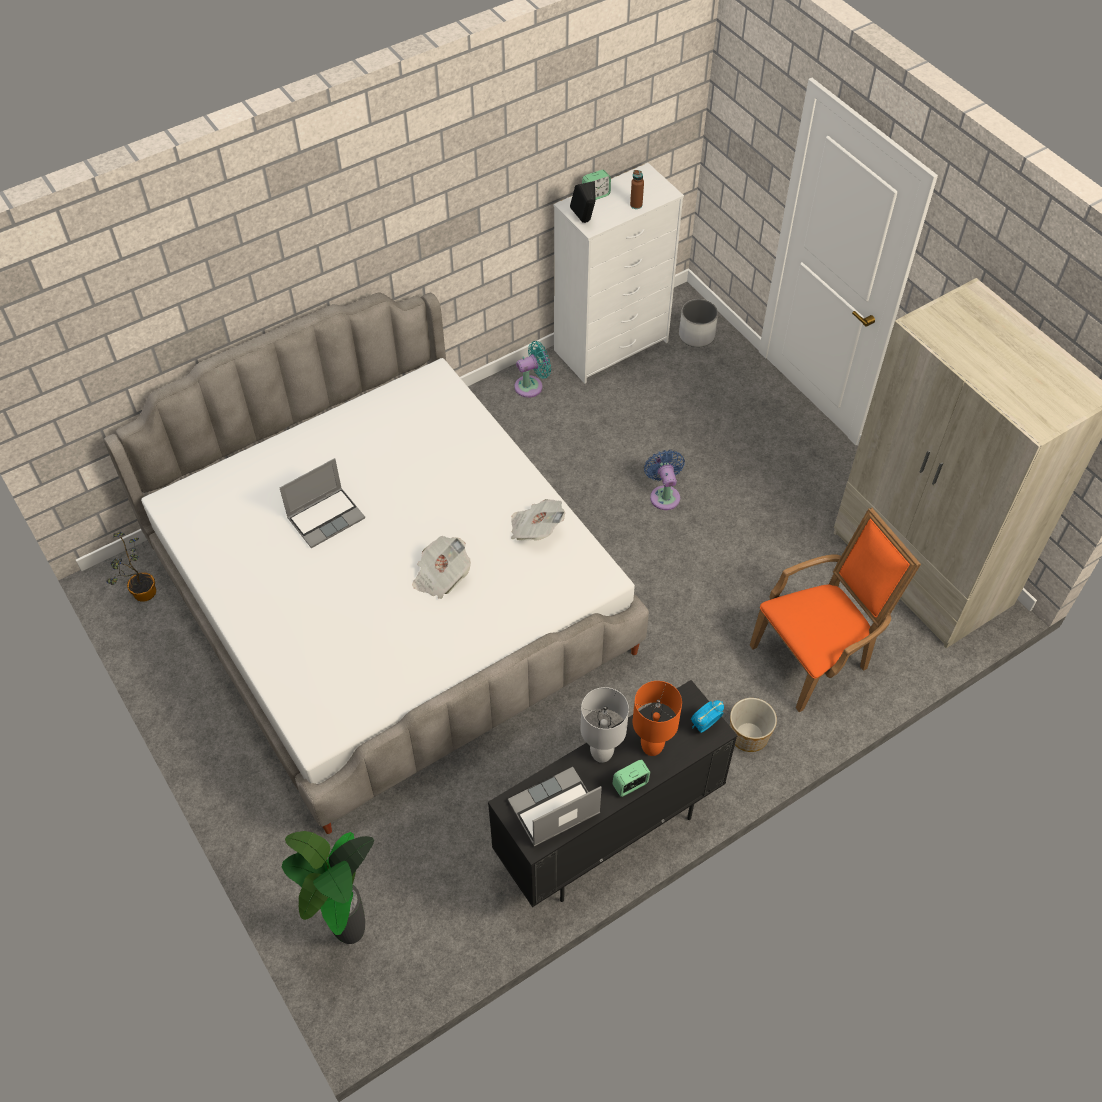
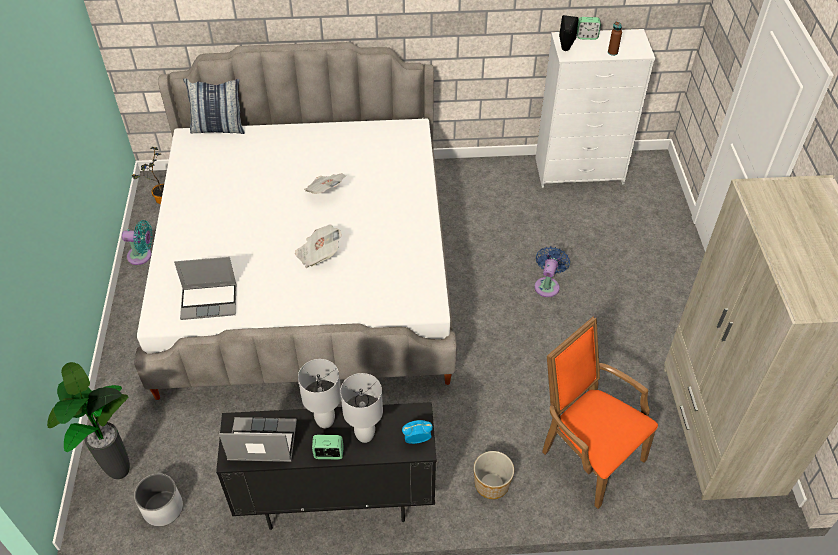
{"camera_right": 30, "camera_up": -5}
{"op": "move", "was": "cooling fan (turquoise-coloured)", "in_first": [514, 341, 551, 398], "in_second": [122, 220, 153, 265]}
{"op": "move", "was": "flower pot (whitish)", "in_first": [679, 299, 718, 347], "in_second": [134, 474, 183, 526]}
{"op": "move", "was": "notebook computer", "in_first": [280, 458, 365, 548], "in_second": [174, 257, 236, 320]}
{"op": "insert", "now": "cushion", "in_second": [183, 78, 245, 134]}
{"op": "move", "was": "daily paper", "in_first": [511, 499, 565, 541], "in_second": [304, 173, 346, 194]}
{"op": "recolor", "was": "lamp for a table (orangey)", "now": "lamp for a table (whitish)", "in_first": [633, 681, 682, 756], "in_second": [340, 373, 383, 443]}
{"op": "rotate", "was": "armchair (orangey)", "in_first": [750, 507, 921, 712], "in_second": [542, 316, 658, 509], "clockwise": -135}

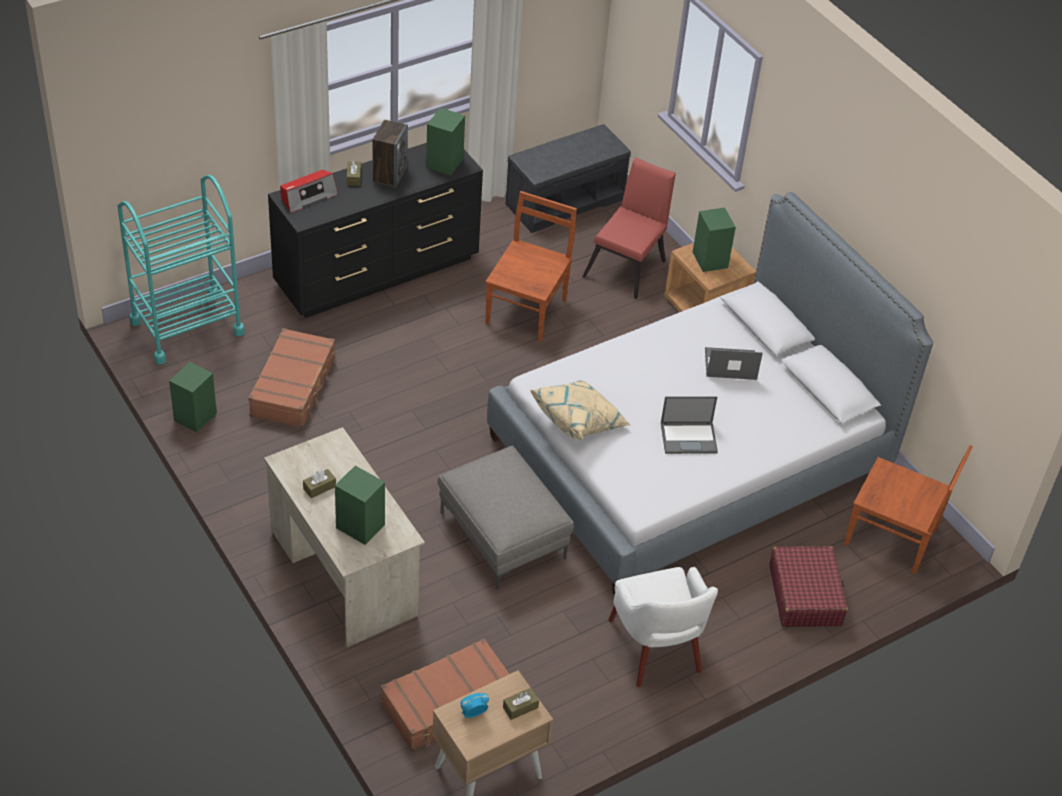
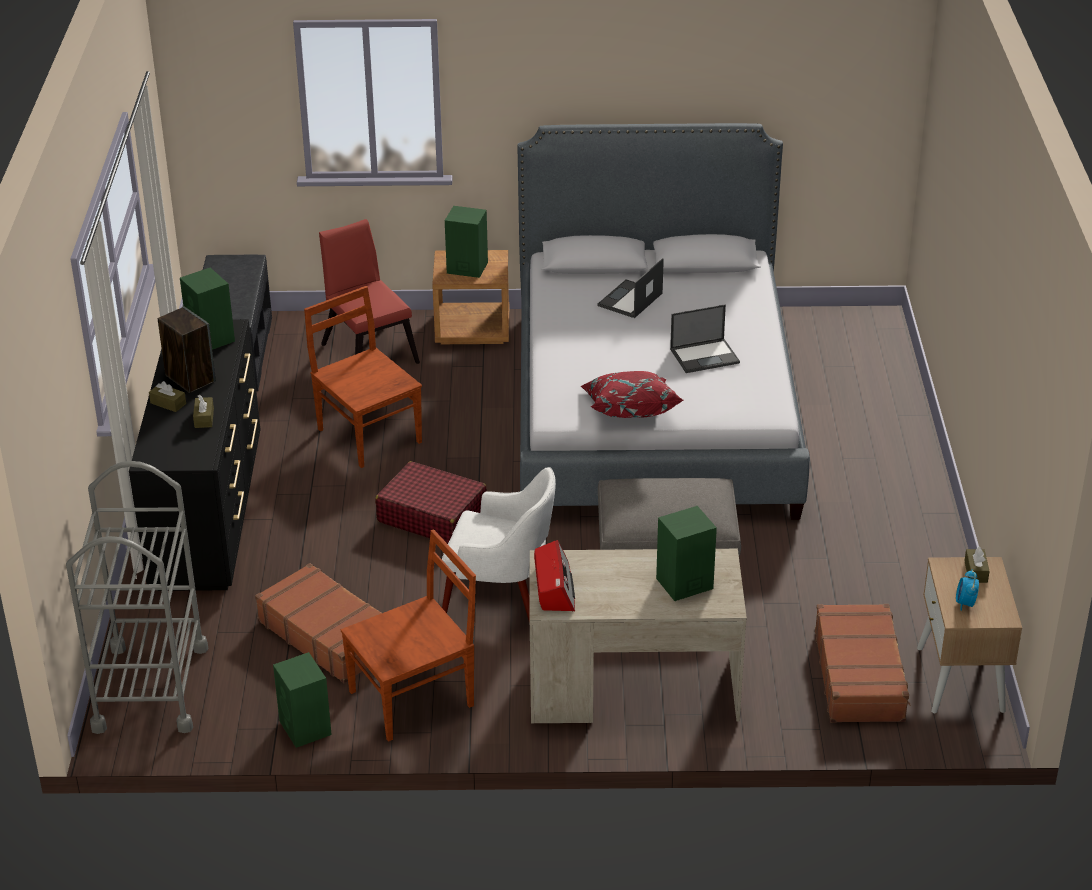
{"camera_right": -55, "camera_up": -10}
{"op": "recolor", "was": "trolley (turquoise-coloured)", "now": "trolley (grey)", "in_first": [118, 175, 245, 364], "in_second": [66, 461, 208, 734]}
{"op": "move", "was": "box of tissues (brown-coloured)", "in_first": [303, 469, 336, 498], "in_second": [193, 395, 214, 428]}
{"op": "move", "was": "plain chair (brown-coloured)", "in_first": [844, 445, 973, 574], "in_second": [341, 530, 476, 742]}
{"op": "move", "was": "suitcase (reddish)", "in_first": [769, 546, 848, 627], "in_second": [375, 461, 487, 544]}
{"op": "move", "was": "armchair (whitish)", "in_first": [608, 567, 718, 687], "in_second": [442, 467, 556, 623]}
{"op": "move", "was": "radio receiver", "in_first": [280, 170, 338, 213], "in_second": [534, 540, 575, 611]}
{"op": "recolor", "was": "cushion (sand-coloured)", "now": "cushion (reddish)", "in_first": [530, 380, 630, 440], "in_second": [580, 371, 683, 418]}
{"op": "rotate", "was": "notebook computer", "in_first": [661, 396, 718, 454], "in_second": [670, 304, 740, 373], "clockwise": 45}

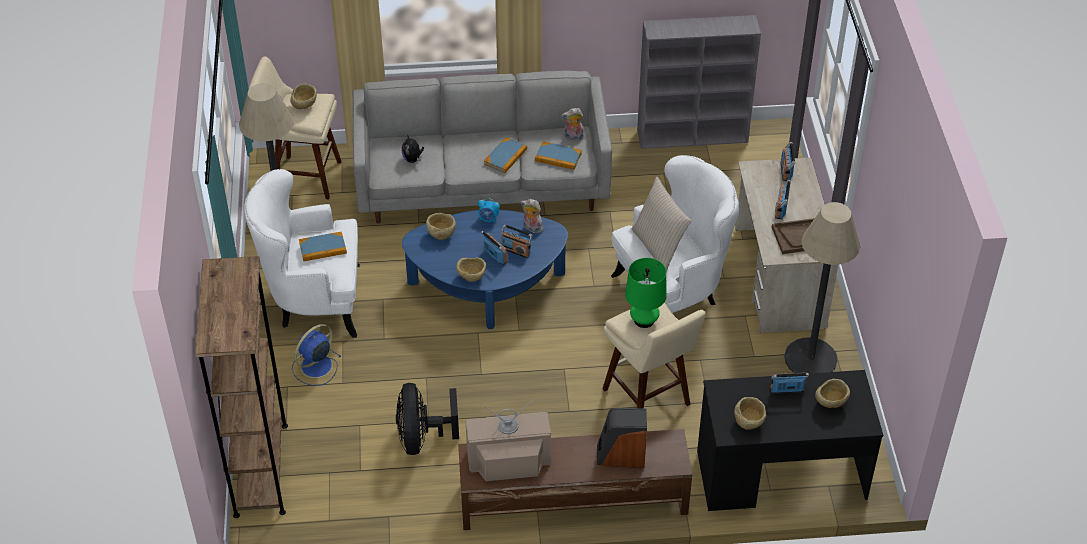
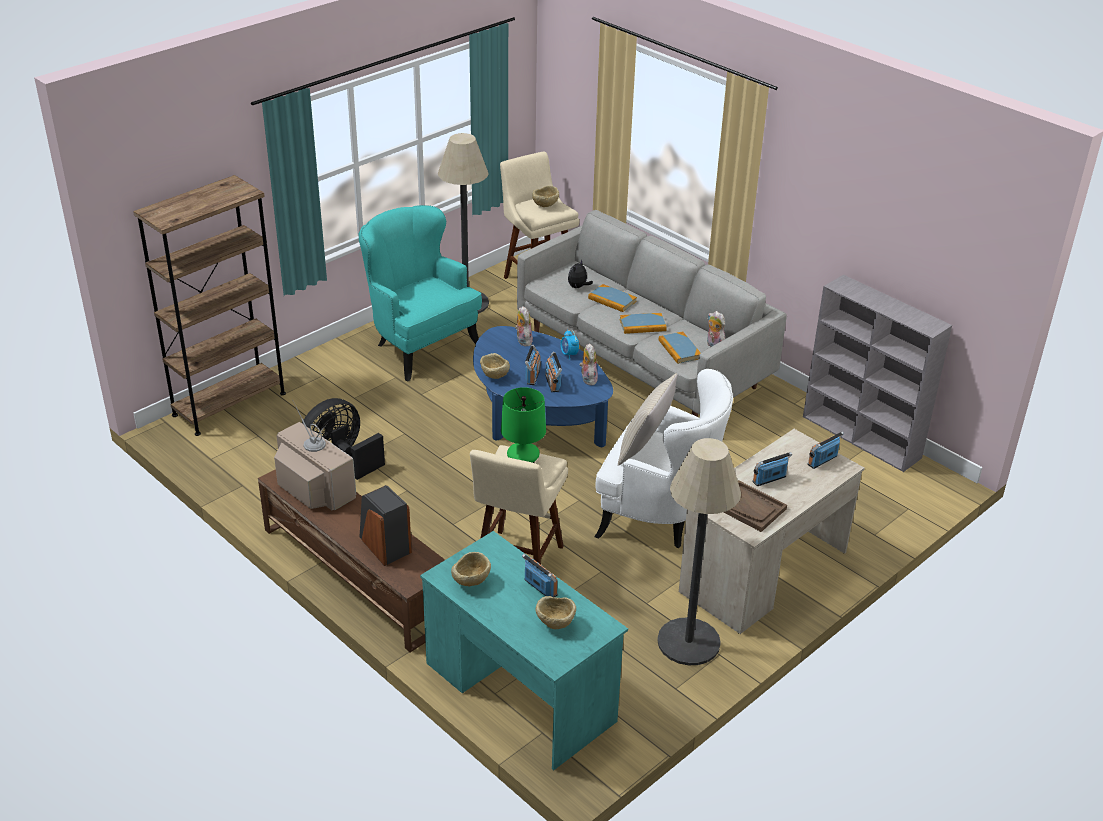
{"camera_right": 50, "camera_up": -10}
{"op": "recolor", "was": "armchair (whitish)", "now": "armchair (turquoise-coloured)", "in_first": [244, 169, 360, 338], "in_second": [359, 205, 482, 382]}
{"op": "recolor", "was": "desk unit (blackish)", "now": "desk unit (turquoise-coloured)", "in_first": [697, 370, 883, 511], "in_second": [420, 531, 628, 770]}
{"op": "replace", "was": "deep dish (sand-coloured)", "now": "plush toy", "in_first": [426, 213, 456, 240], "in_second": [515, 306, 533, 346]}
{"op": "move", "was": "book", "in_first": [299, 232, 347, 261], "in_second": [588, 284, 637, 312]}
{"op": "delete", "was": "cooling fan (blue)", "in_first": [292, 324, 342, 386]}

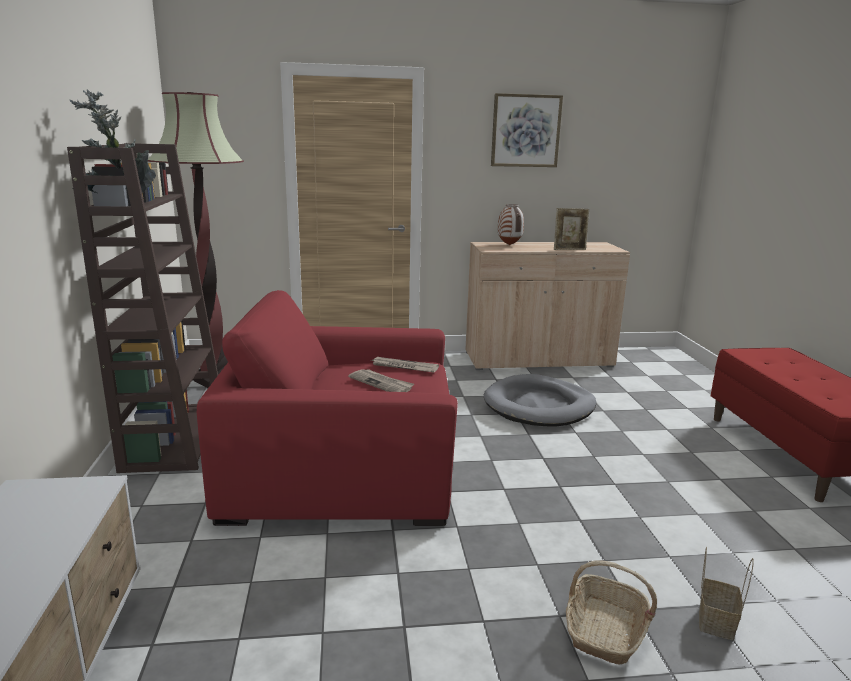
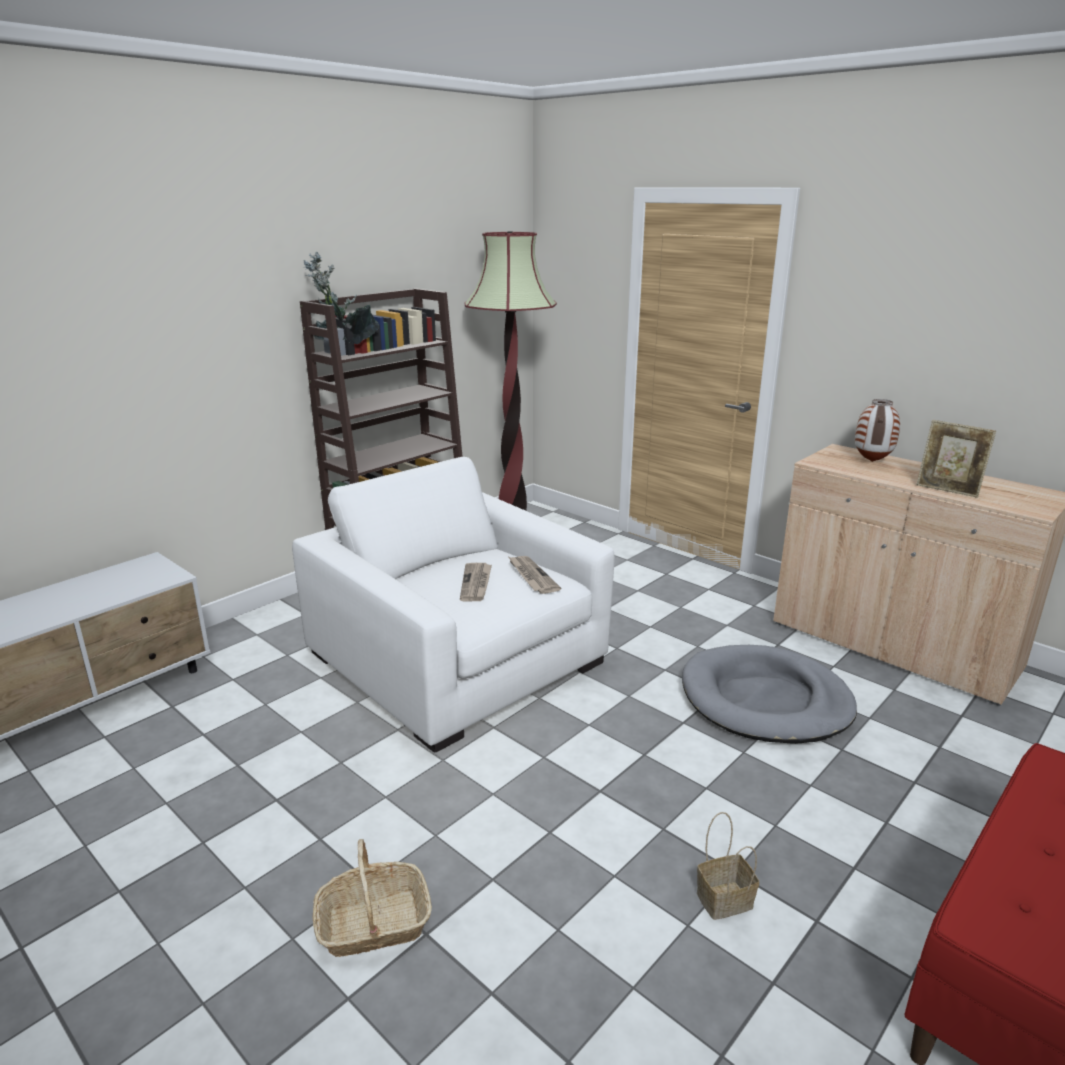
{"camera_right": 50, "camera_up": 5}
{"op": "recolor", "was": "armchair (reddish)", "now": "armchair (whitish)", "in_first": [197, 290, 458, 526], "in_second": [292, 457, 615, 752]}
{"op": "move", "was": "storage basket", "in_first": [699, 547, 754, 640], "in_second": [697, 812, 759, 920]}
{"op": "delete", "was": "wall picture", "in_first": [491, 93, 563, 167]}

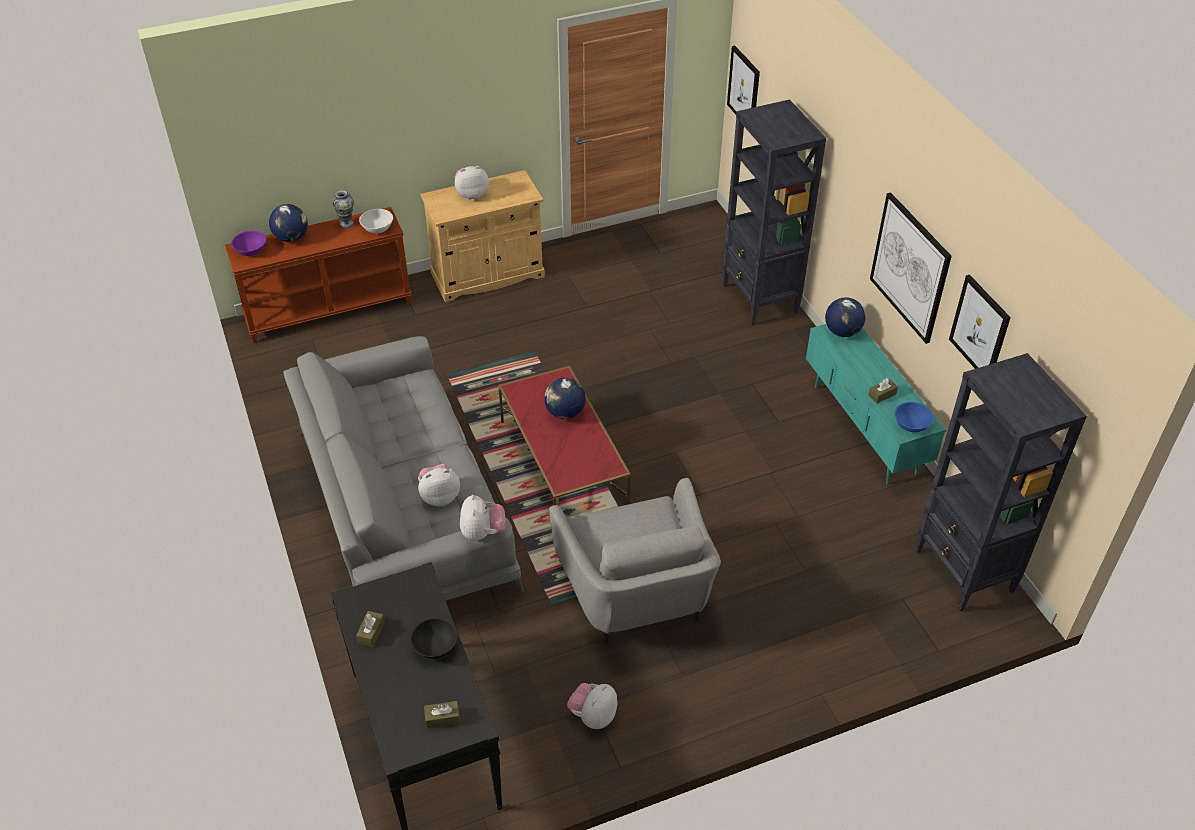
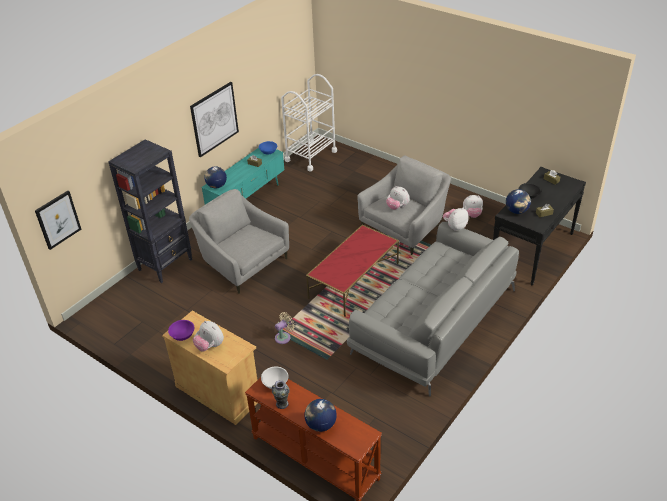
{"camera_right": -120, "camera_up": -5}
{"op": "move", "was": "deep dish (purple)", "in_first": [231, 230, 266, 256], "in_second": [168, 320, 194, 341]}
{"op": "insert", "now": "armchair (grey)", "in_second": [189, 189, 289, 294]}
{"op": "insert", "now": "cooling fan (sand-coloured)", "in_second": [275, 312, 295, 344]}
{"op": "replace", "was": "shelving unit (blackish)", "now": "trolley (whitish)", "in_first": [915, 353, 1087, 611], "in_second": [281, 74, 337, 172]}
{"op": "move", "was": "plush toy", "in_first": [418, 464, 460, 506], "in_second": [386, 186, 410, 210]}
{"op": "move", "was": "globe", "in_first": [544, 378, 586, 419], "in_second": [506, 189, 531, 214]}
{"op": "delete", "was": "wall picture", "in_first": [949, 275, 1011, 369]}

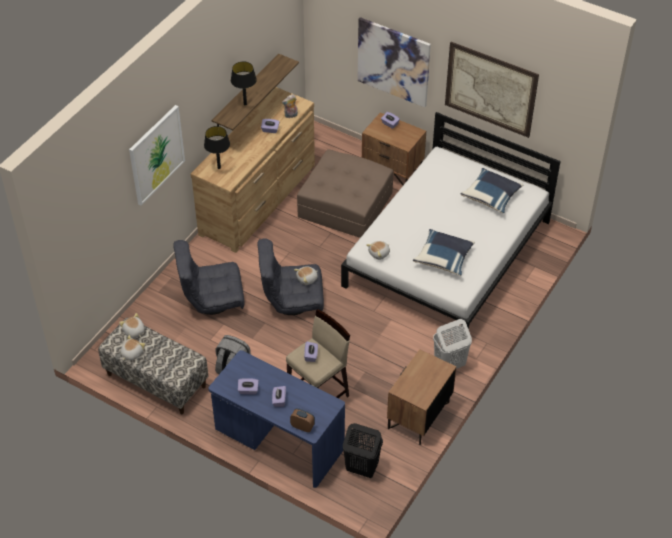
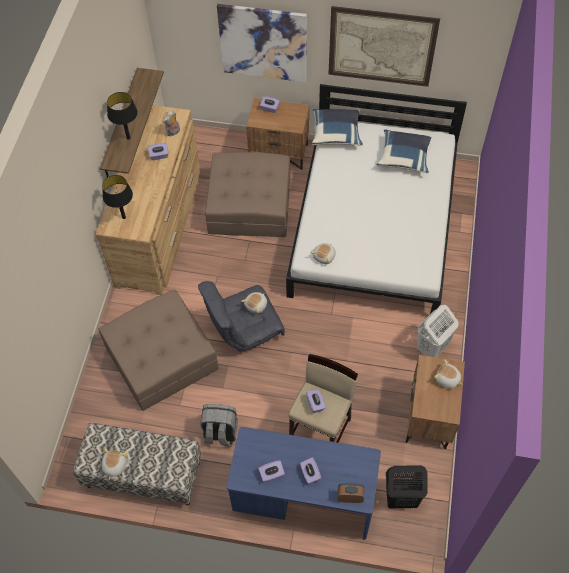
{"camera_right": -20, "camera_up": 10}
{"op": "replace", "was": "armchair (grey)", "now": "ottoman (brown-coloured)", "in_first": [173, 240, 245, 315], "in_second": [98, 290, 219, 411]}
{"op": "move", "was": "cushion (blue)", "in_first": [413, 229, 475, 276], "in_second": [312, 108, 363, 146]}
{"op": "move", "was": "plush toy", "in_first": [119, 313, 145, 338], "in_second": [434, 359, 463, 388]}
{"op": "delete", "was": "wall picture", "in_first": [129, 105, 185, 205]}

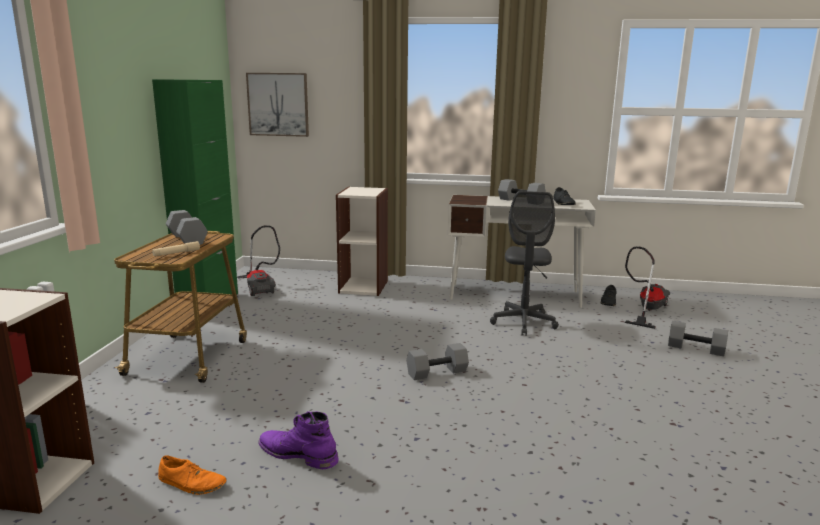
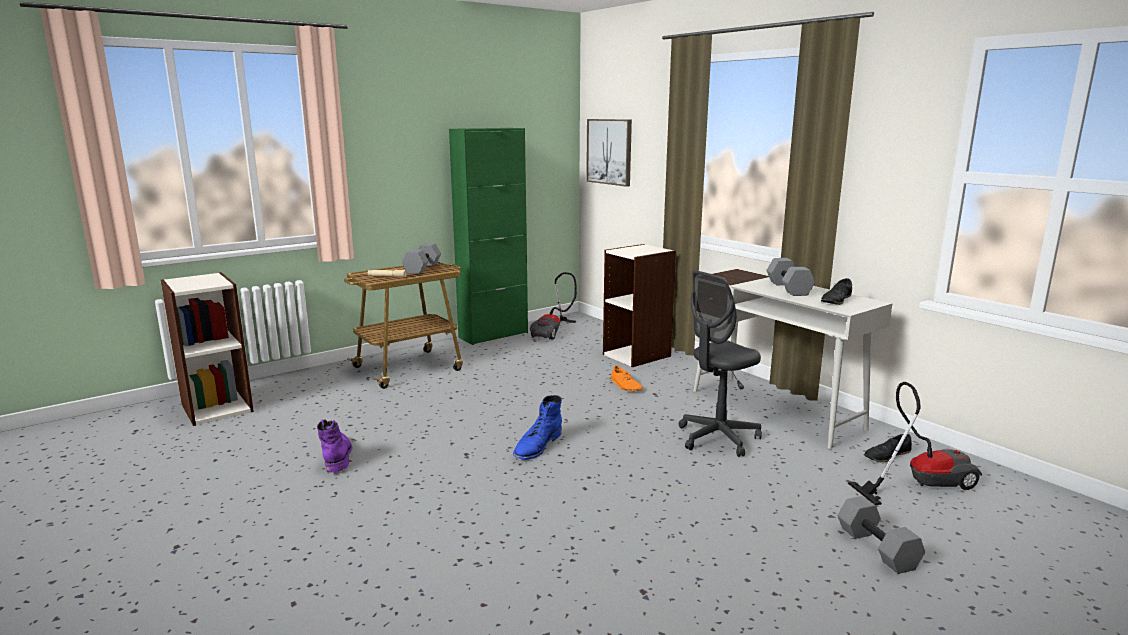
{"camera_right": 45, "camera_up": 0}
{"op": "replace", "was": "free weight (grey)", "now": "high-top boot (blue)", "in_first": [406, 343, 469, 380], "in_second": [513, 395, 562, 460]}
{"op": "move", "was": "item of footwear (orangey)", "in_first": [158, 455, 226, 495], "in_second": [611, 366, 643, 392]}

